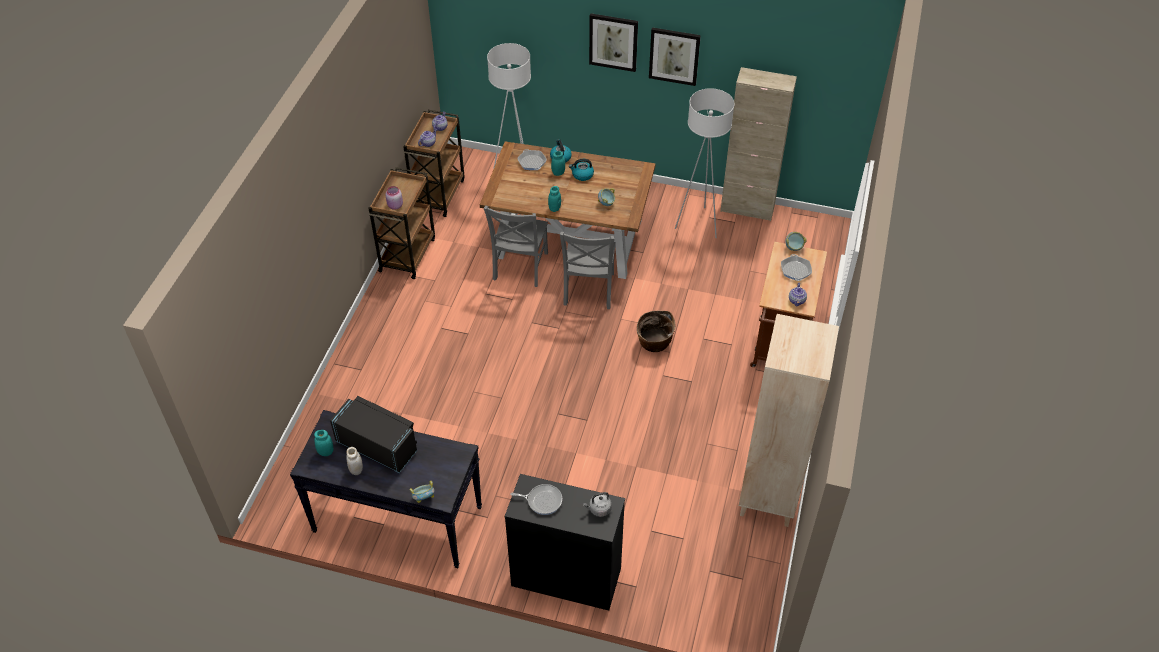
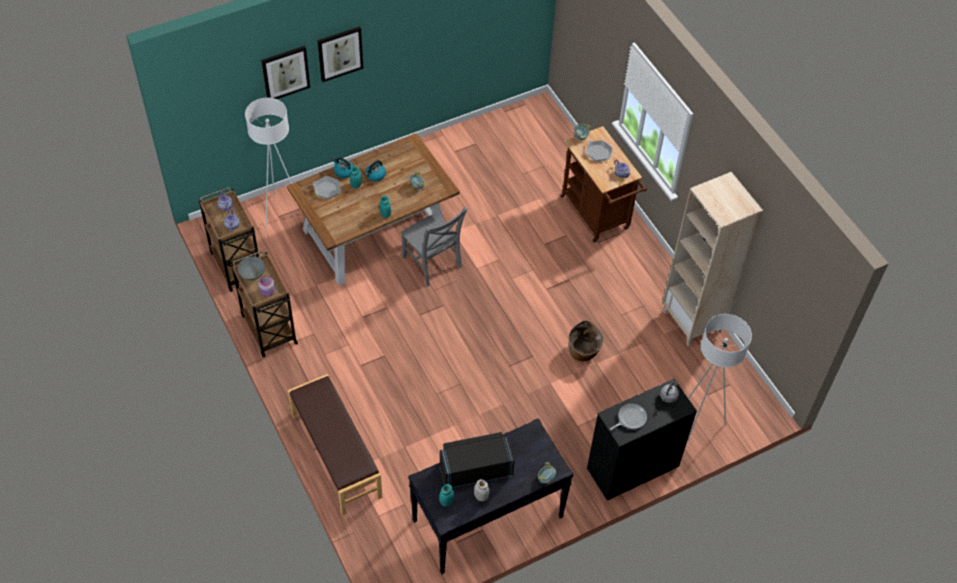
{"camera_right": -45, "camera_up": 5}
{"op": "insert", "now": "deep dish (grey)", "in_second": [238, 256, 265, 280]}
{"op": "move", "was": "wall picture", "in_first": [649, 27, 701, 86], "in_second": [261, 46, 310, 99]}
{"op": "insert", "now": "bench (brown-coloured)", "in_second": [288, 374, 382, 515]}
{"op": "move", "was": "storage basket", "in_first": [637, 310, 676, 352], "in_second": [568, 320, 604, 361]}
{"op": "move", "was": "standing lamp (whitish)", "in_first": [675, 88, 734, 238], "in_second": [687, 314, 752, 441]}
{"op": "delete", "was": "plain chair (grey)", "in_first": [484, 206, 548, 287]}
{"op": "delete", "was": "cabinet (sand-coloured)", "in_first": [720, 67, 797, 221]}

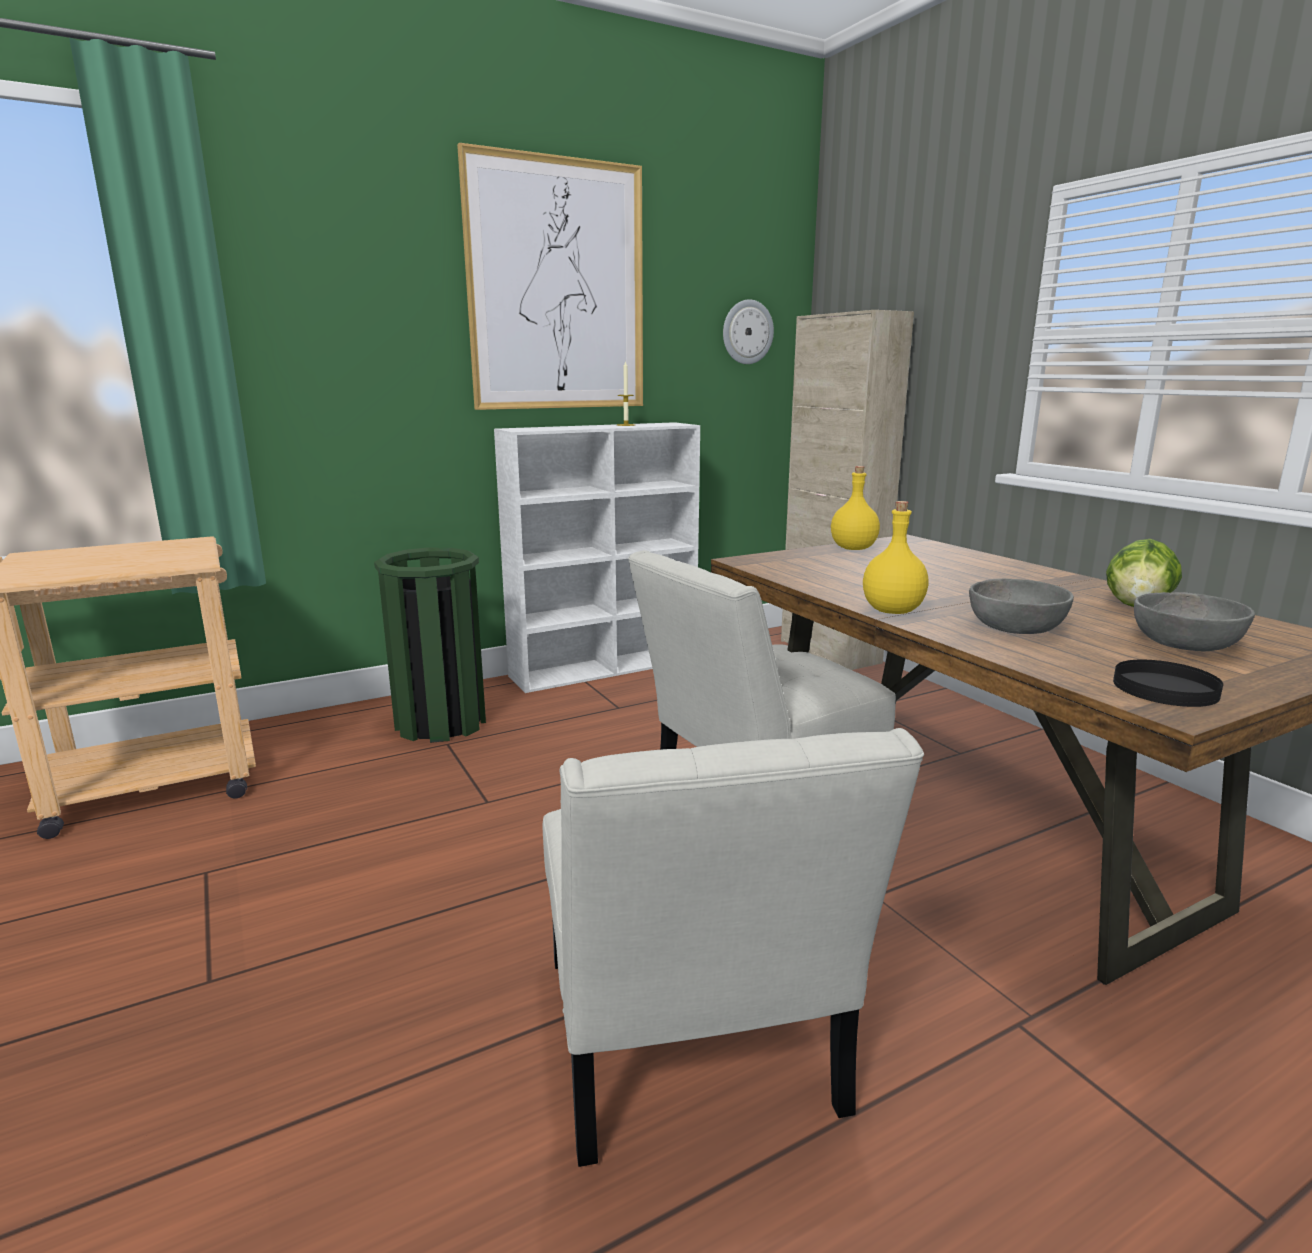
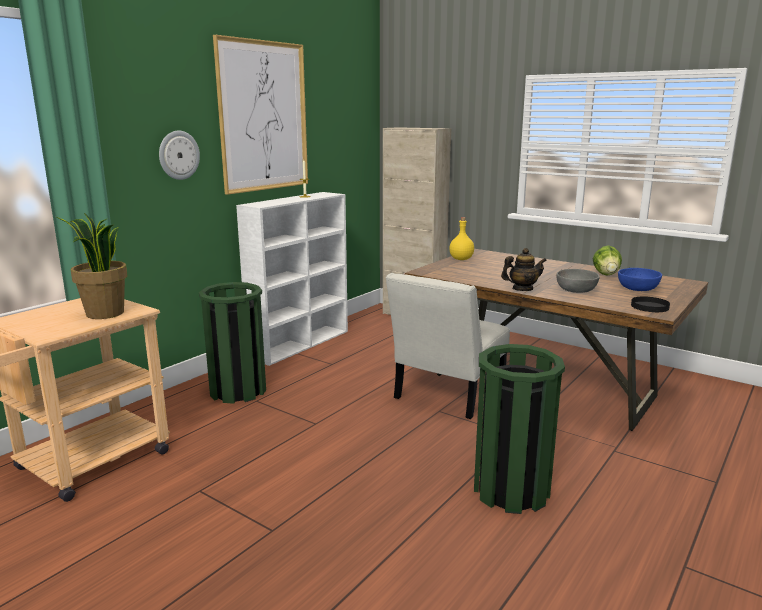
{"camera_right": -25, "camera_up": 0}
{"op": "insert", "now": "houseplant", "in_second": [57, 213, 127, 319]}
{"op": "move", "was": "clock on the wall", "in_first": [723, 299, 774, 364], "in_second": [159, 131, 200, 180]}
{"op": "replace", "was": "plain chair (whitish)", "now": "trash can (green)", "in_first": [543, 728, 924, 1167], "in_second": [474, 344, 565, 514]}
{"op": "replace", "was": "bottle (yellow)", "now": "pot for tea", "in_first": [863, 501, 928, 614], "in_second": [501, 248, 547, 291]}
{"op": "recolor", "was": "deep dish (grey)", "now": "deep dish (blue)", "in_first": [1134, 592, 1255, 651], "in_second": [618, 268, 662, 291]}

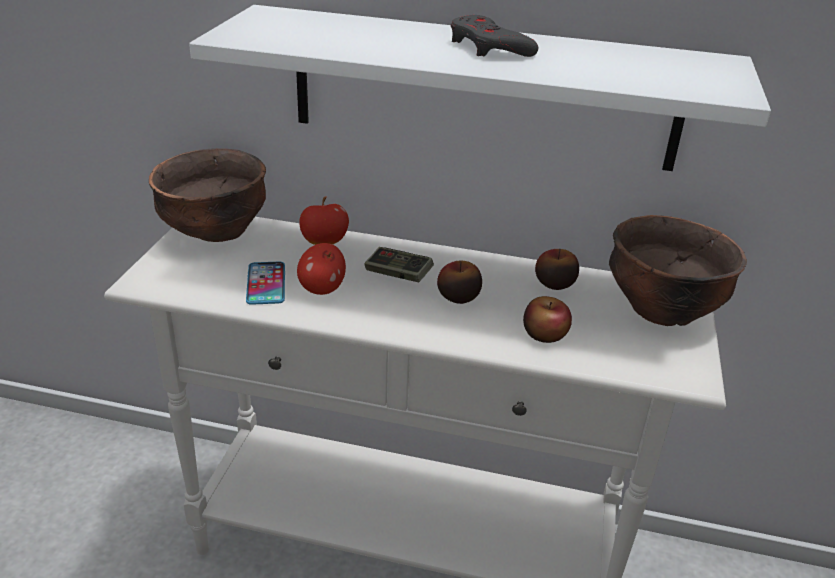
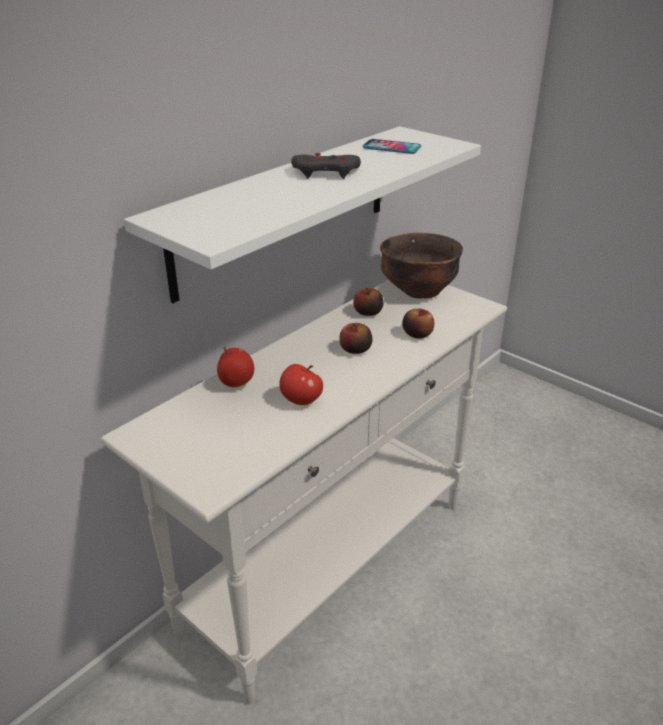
{"camera_right": -60, "camera_up": 0}
{"op": "move", "was": "handset", "in_first": [246, 262, 285, 305], "in_second": [363, 139, 421, 154]}
{"op": "delete", "was": "deep dish (brown-coloured)", "in_first": [149, 148, 266, 242]}
{"op": "delete", "was": "joypad", "in_first": [364, 247, 434, 282]}

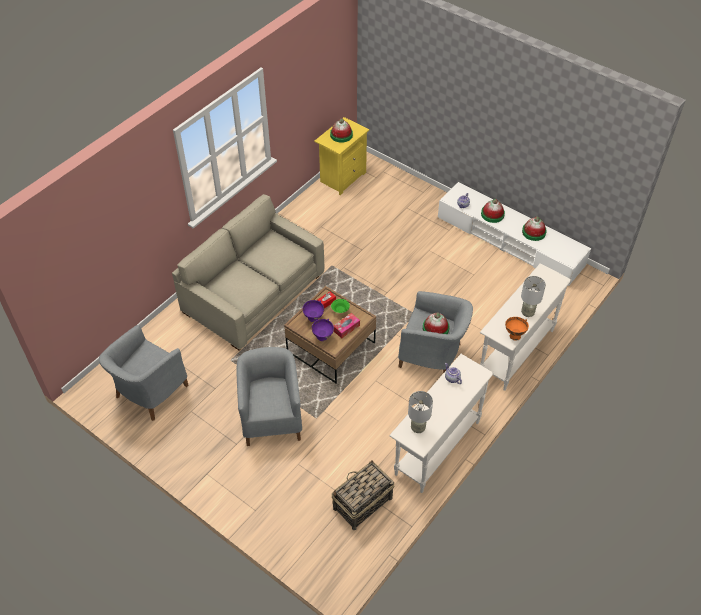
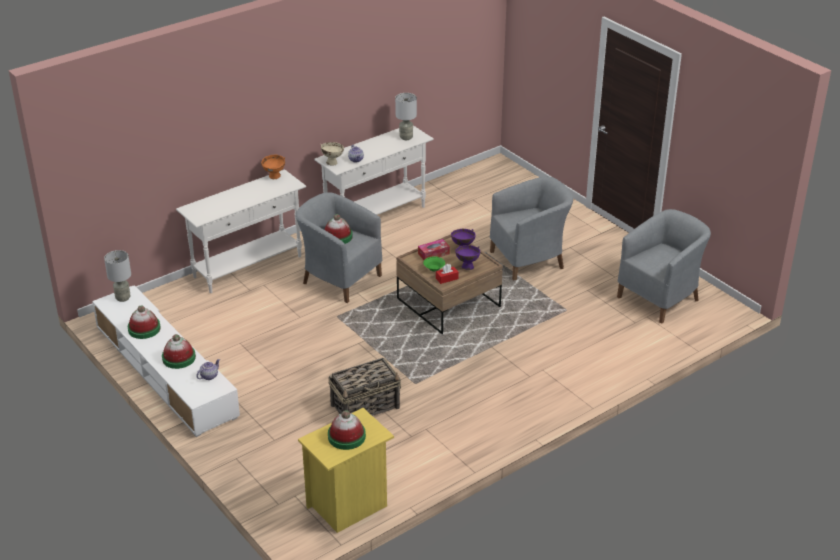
{"camera_right": -165, "camera_up": -15}
{"op": "move", "was": "lamp for a table (grey)", "in_first": [521, 276, 546, 317], "in_second": [104, 250, 131, 302]}
{"op": "insert", "now": "deep dish (sand-coloured)", "in_second": [320, 142, 344, 165]}
{"op": "move", "was": "storage basket", "in_first": [332, 460, 394, 530], "in_second": [328, 358, 401, 416]}
{"op": "rotate", "was": "armchair (grey)", "in_first": [237, 347, 302, 446], "in_second": [490, 176, 573, 281], "clockwise": -120}
{"op": "delete", "was": "settee (sand-coloured)", "in_first": [172, 194, 325, 351]}

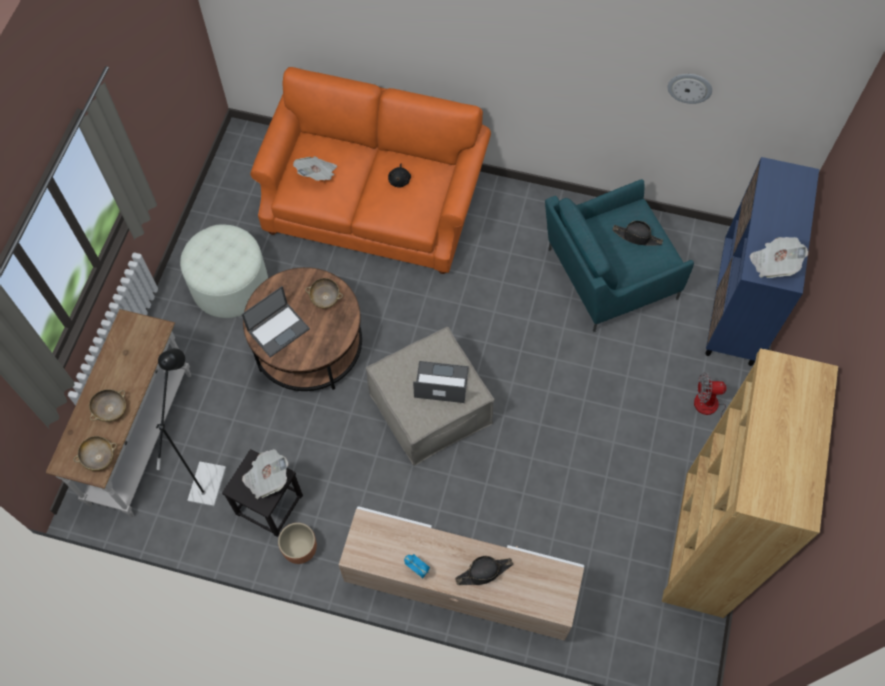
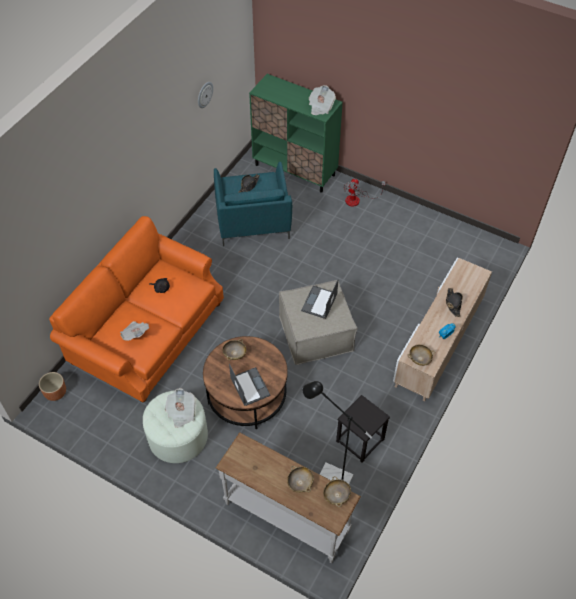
{"camera_right": -75, "camera_up": -10}
{"op": "move", "was": "flower pot (brown-coloured)", "in_first": [278, 523, 317, 564], "in_second": [39, 372, 66, 401]}
{"op": "move", "was": "daily paper", "in_first": [242, 449, 289, 499], "in_second": [165, 388, 197, 428]}
{"op": "recolor", "was": "cabinet (blue)", "now": "cabinet (green)", "in_first": [705, 157, 819, 366], "in_second": [249, 74, 343, 193]}
{"op": "insert", "now": "deep dish (sand-coloured)", "in_second": [407, 344, 435, 366]}
{"op": "delete", "was": "shelving unit (brown-coloured)", "in_first": [662, 348, 838, 618]}

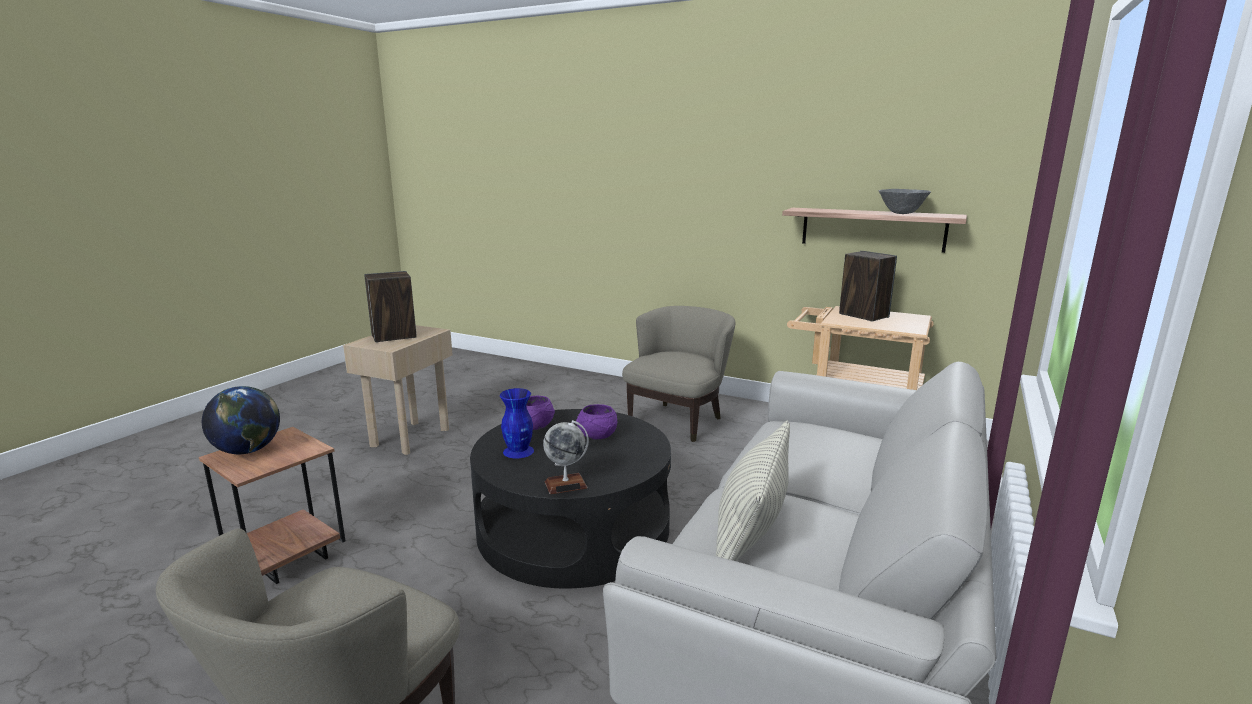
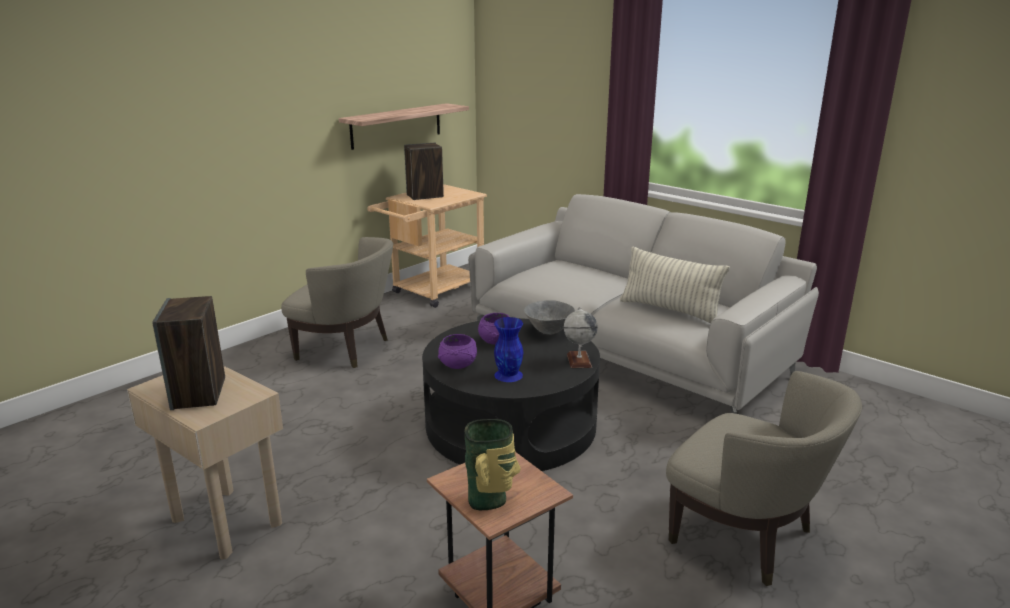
{"camera_right": -75, "camera_up": 5}
{"op": "rotate", "was": "armchair (sand-coloured)", "in_first": [622, 306, 736, 442], "in_second": [281, 237, 393, 368], "clockwise": 150}
{"op": "replace", "was": "globe", "now": "decorative vase", "in_first": [202, 386, 280, 454], "in_second": [465, 419, 521, 510]}
{"op": "move", "was": "deep dish (grey)", "in_first": [879, 189, 931, 214], "in_second": [524, 300, 575, 335]}

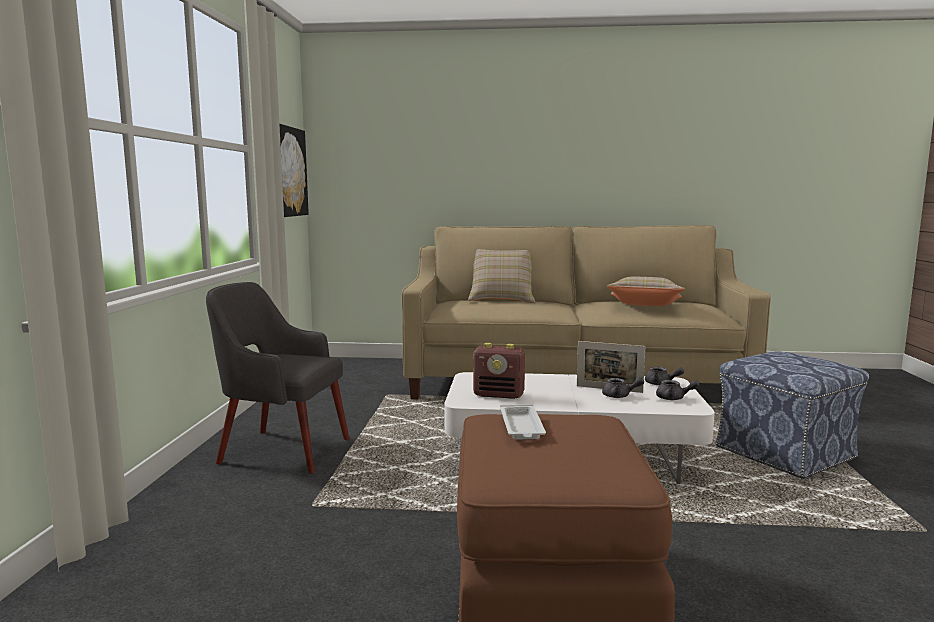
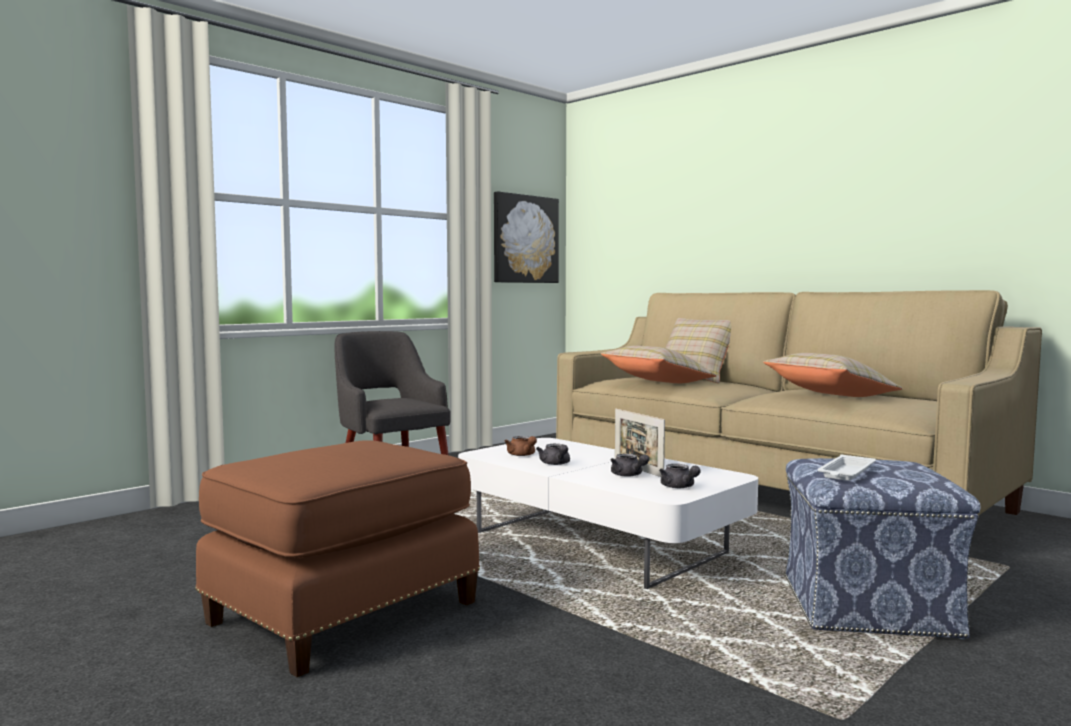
{"camera_right": 40, "camera_up": -5}
{"op": "replace", "was": "radio receiver", "now": "pot for tea (brown-coloured)", "in_first": [473, 343, 525, 399], "in_second": [504, 436, 537, 456]}
{"op": "move", "was": "pot for tea (grey)", "in_first": [645, 367, 684, 385], "in_second": [536, 444, 570, 465]}
{"op": "insert", "now": "cushion (sand-coloured)", "in_second": [601, 346, 717, 383]}
{"op": "move", "was": "serving tray (whitish)", "in_first": [500, 404, 546, 439], "in_second": [817, 455, 876, 481]}

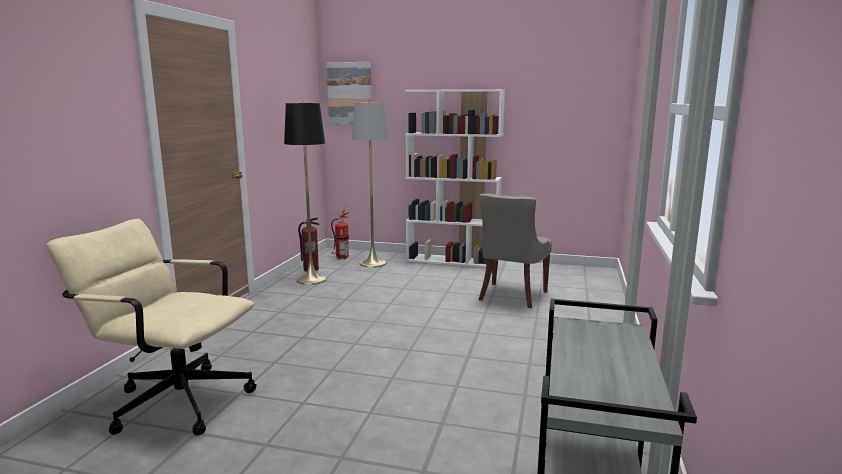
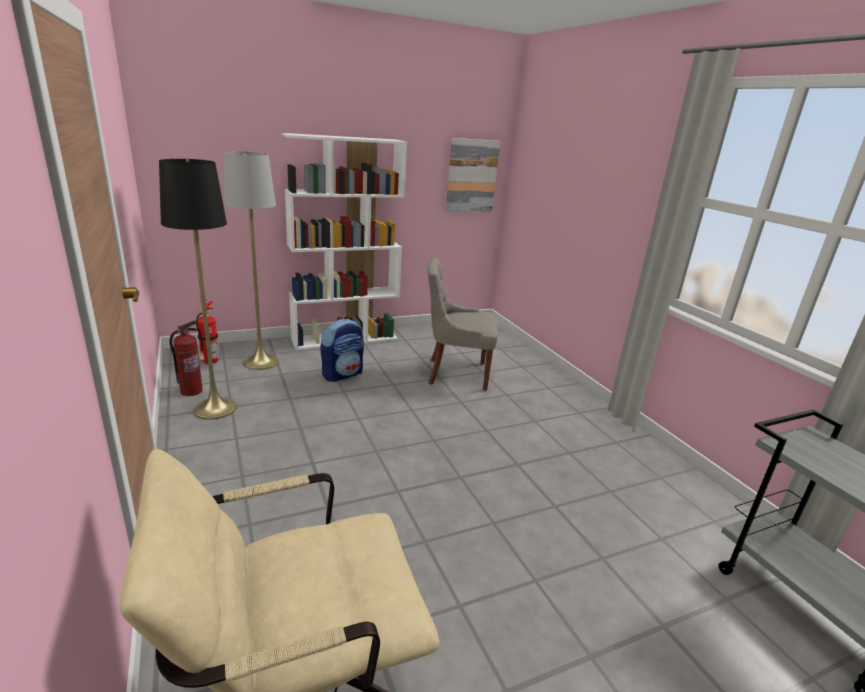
{"camera_right": -40, "camera_up": 10}
{"op": "insert", "now": "backpack", "in_second": [321, 319, 364, 382]}
{"op": "rotate", "was": "plain chair (grey)", "in_first": [478, 194, 552, 308], "in_second": [426, 257, 498, 391], "clockwise": 105}
{"op": "move", "was": "wall picture", "in_first": [326, 62, 372, 125], "in_second": [446, 138, 500, 212]}

